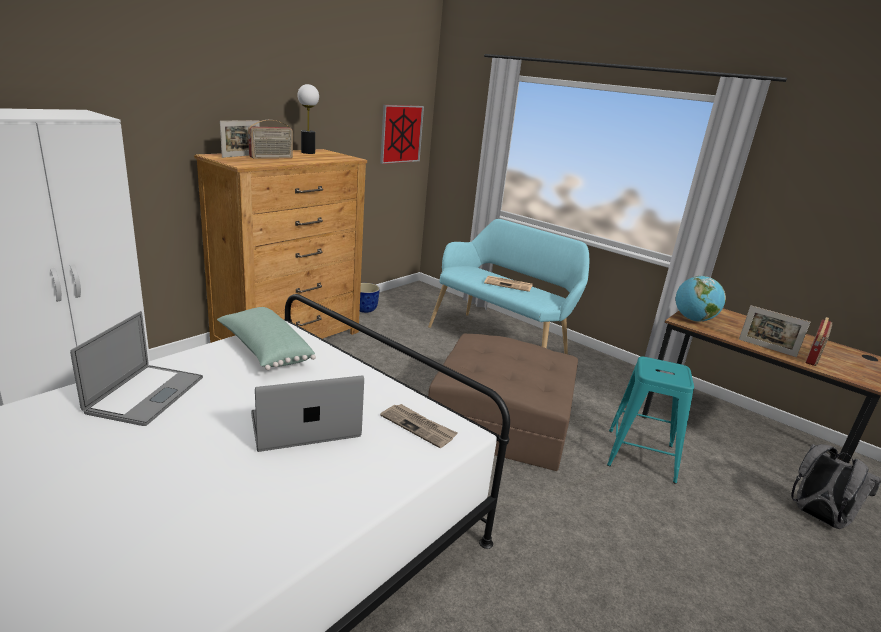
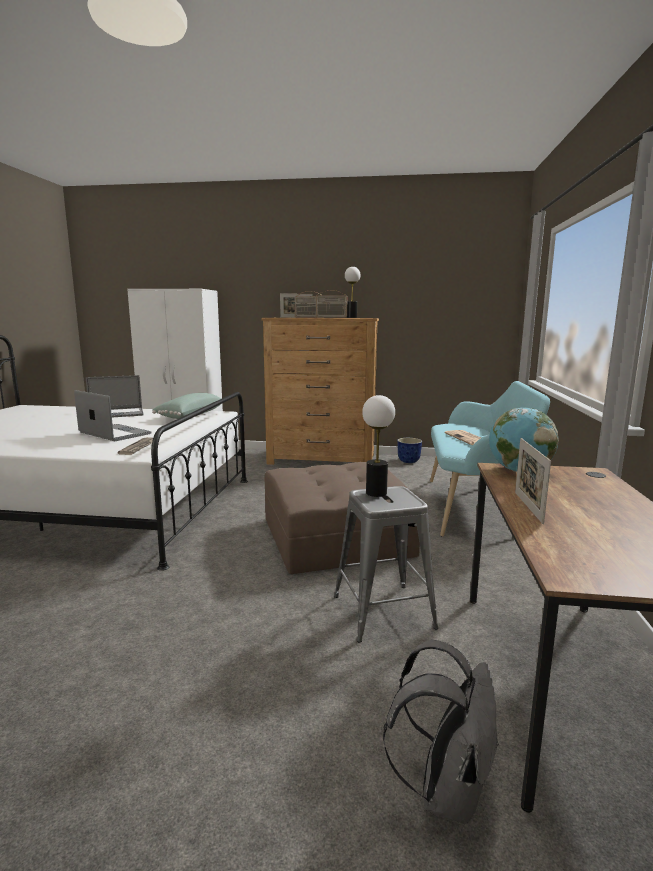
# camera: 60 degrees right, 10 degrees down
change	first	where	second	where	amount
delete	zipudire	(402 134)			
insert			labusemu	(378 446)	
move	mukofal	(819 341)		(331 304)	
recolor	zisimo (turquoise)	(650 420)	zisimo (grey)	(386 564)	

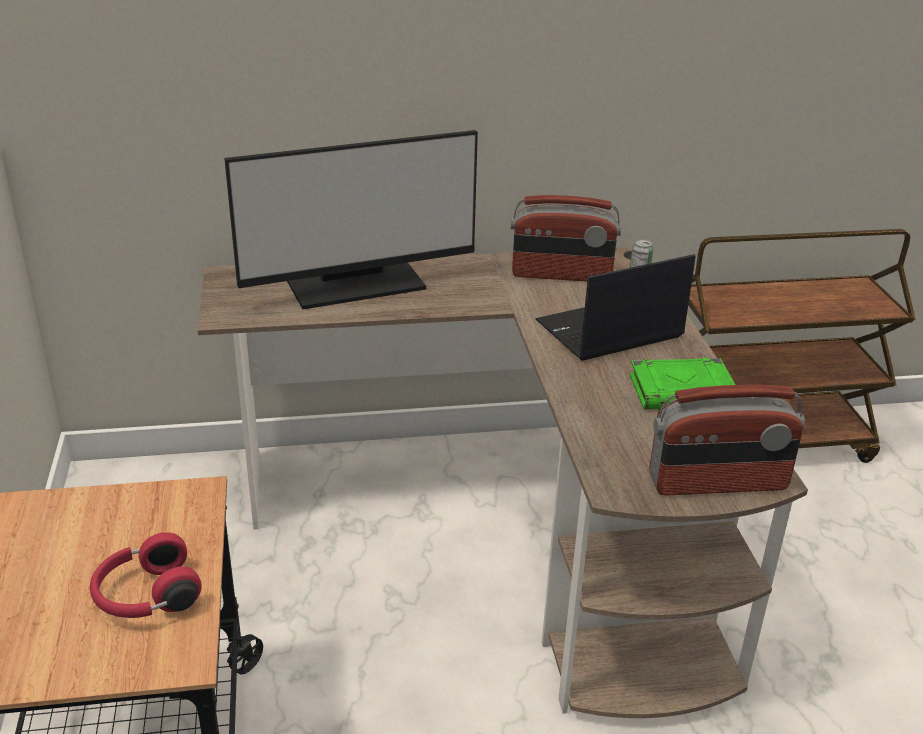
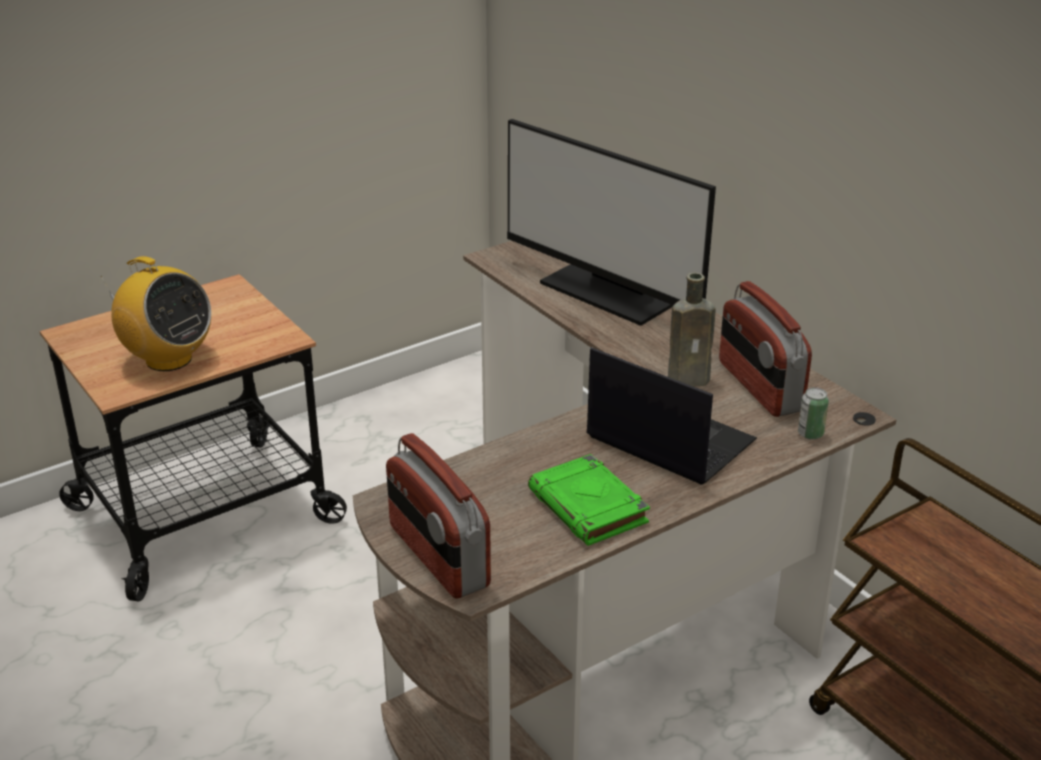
# camera: 65 degrees right, 0 degrees up
change	first	where	second	where	amount
insert			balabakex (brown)	(692 330)	
replace	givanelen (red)	(146 575)	mukofal	(155 313)	

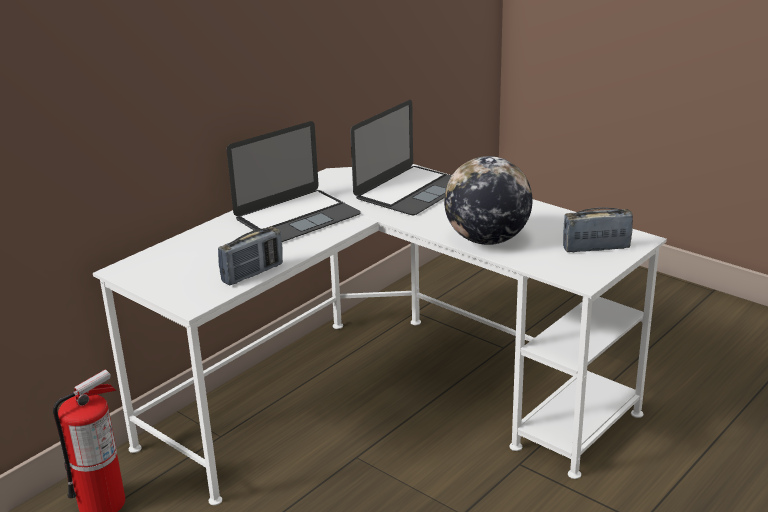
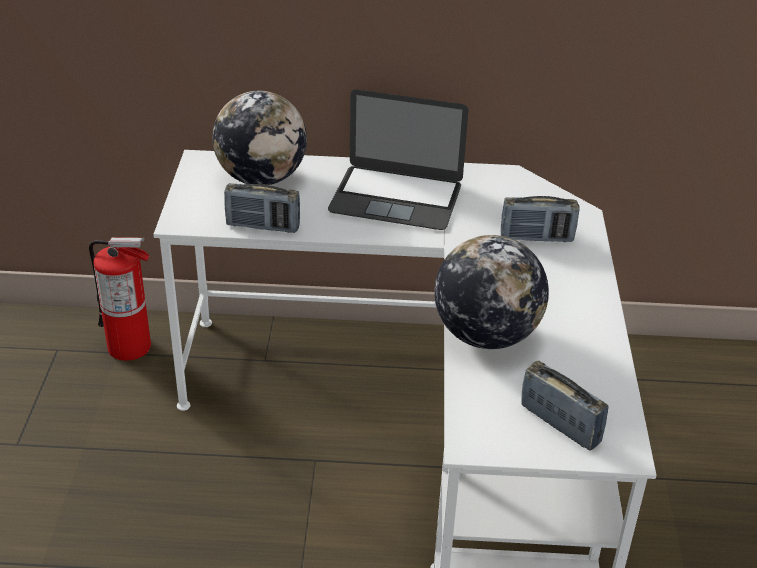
# camera: 50 degrees right, 10 degrees up
change	first	where	second	where	amount
insert			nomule	(259 138)	
replace	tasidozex	(401 158)	mukofal	(540 219)	

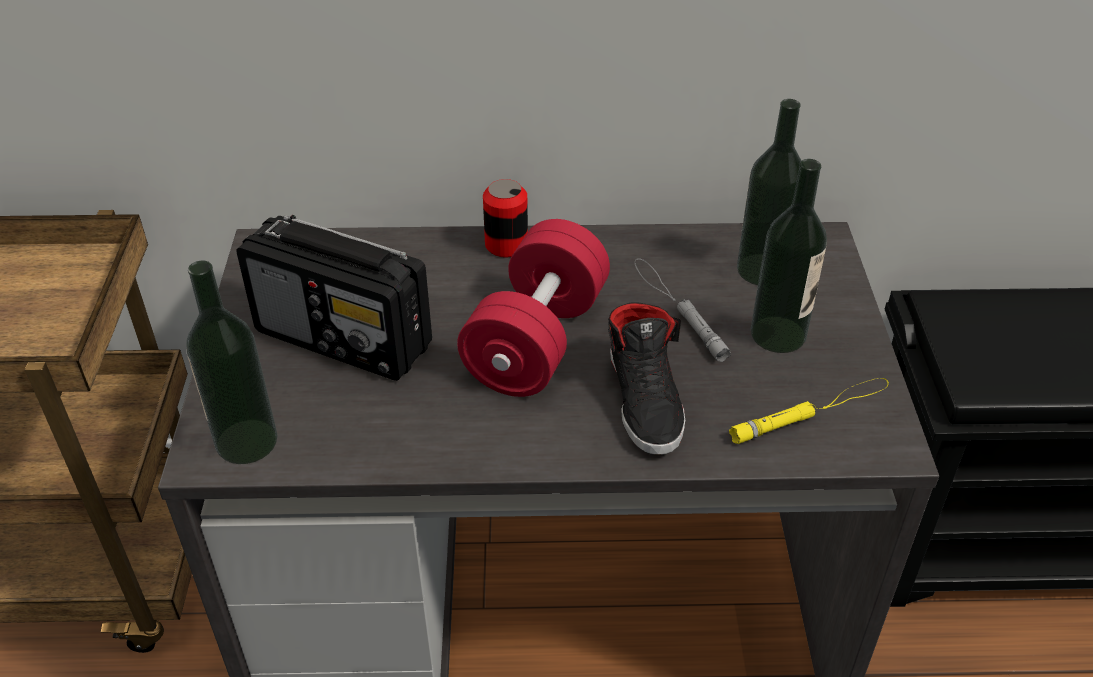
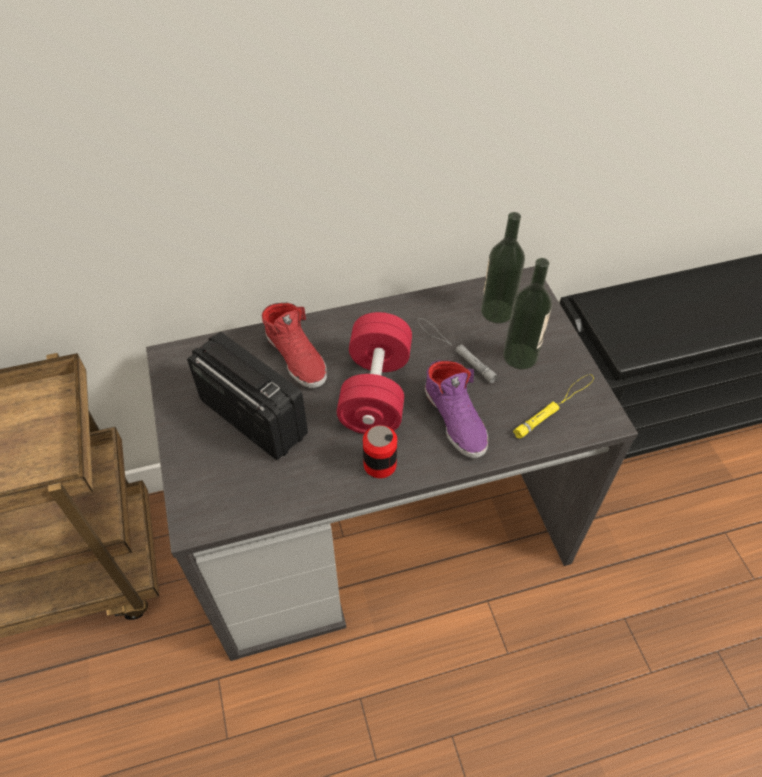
# camera: 15 degrees left, 10 degrees up
change	first	where	second	where	amount
delete	balabakex	(232 362)			
insert			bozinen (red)	(294 346)	
move	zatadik	(505 218)		(380 451)	
recolor	bozinen (black)	(646 378)	bozinen (purple)	(456 409)	
rotate	mukofal	(334 298)		(247 396)	150 degrees counterclockwise

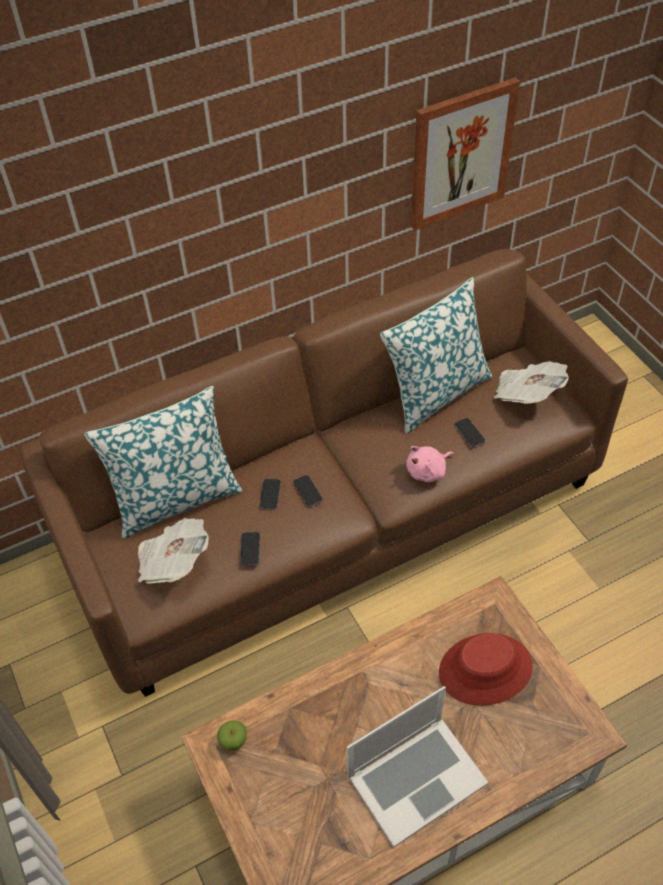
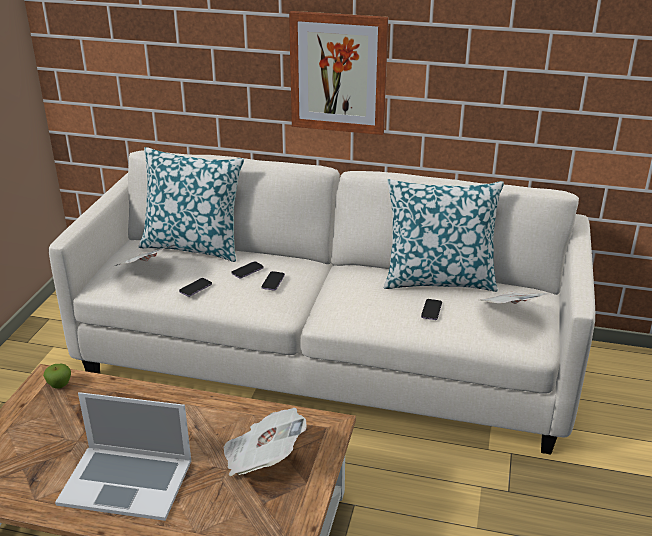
# camera: 40 degrees right, 20 degrees down
change	first	where	second	where	amount
delete	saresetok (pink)	(430 464)			
move	zipudire	(465 154)		(338 73)	
replace	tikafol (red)	(486 669)	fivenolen	(265 442)	
recolor	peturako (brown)	(324 473)	peturako (white)	(322 302)	

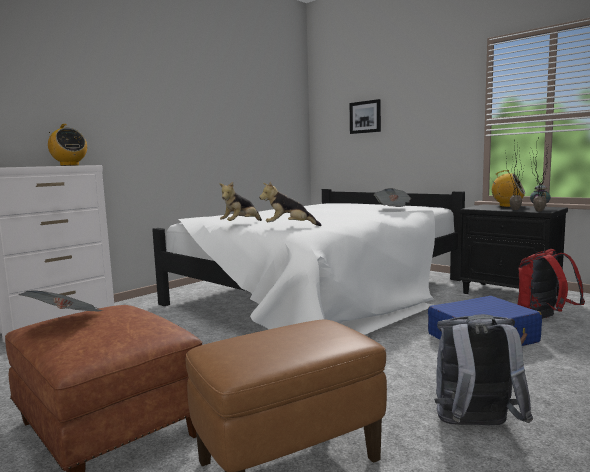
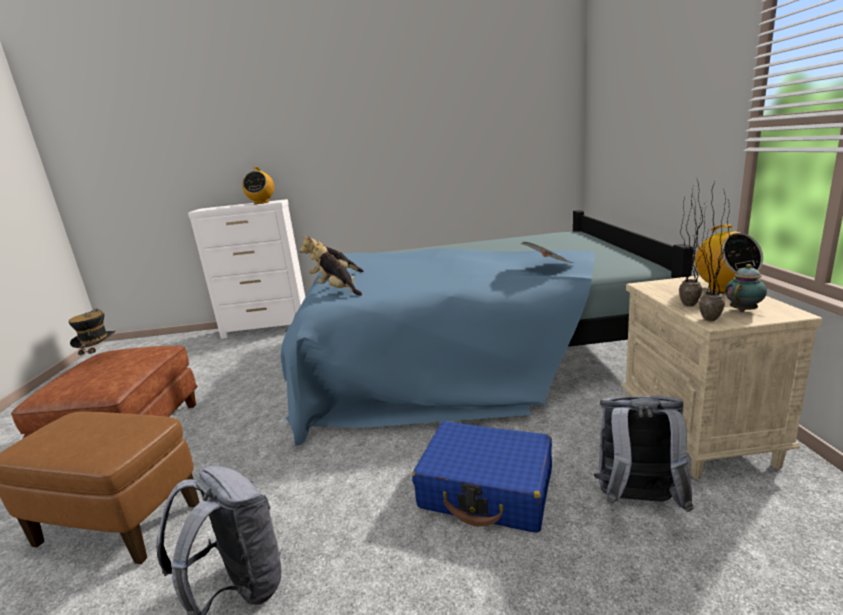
# camera: 45 degrees right, 10 degrees up
change	first	where	second	where	amount
delete	zipudire	(365 116)			
replace	fivenolen	(61 300)	tikafol	(92 336)	
recolor	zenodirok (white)	(308 262)	zenodirok (blue)	(487 328)	
recolor	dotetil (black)	(513 250)	dotetil (beige)	(721 377)	
recolor	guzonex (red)	(551 284)	guzonex (grey)	(644 454)	

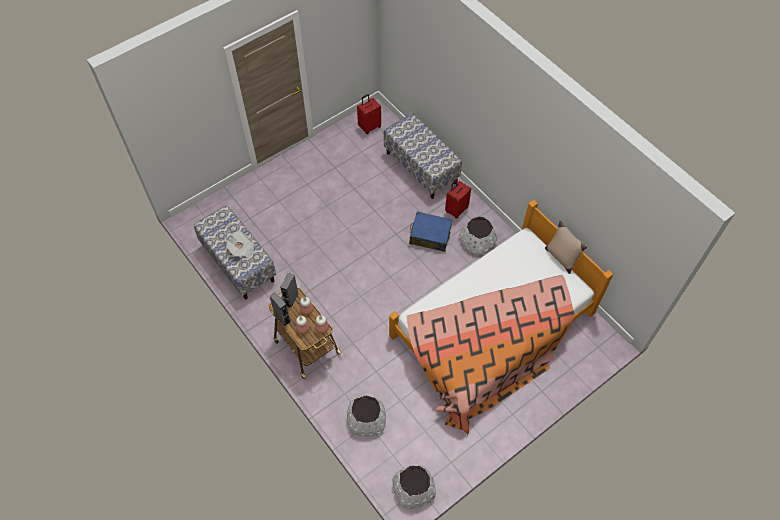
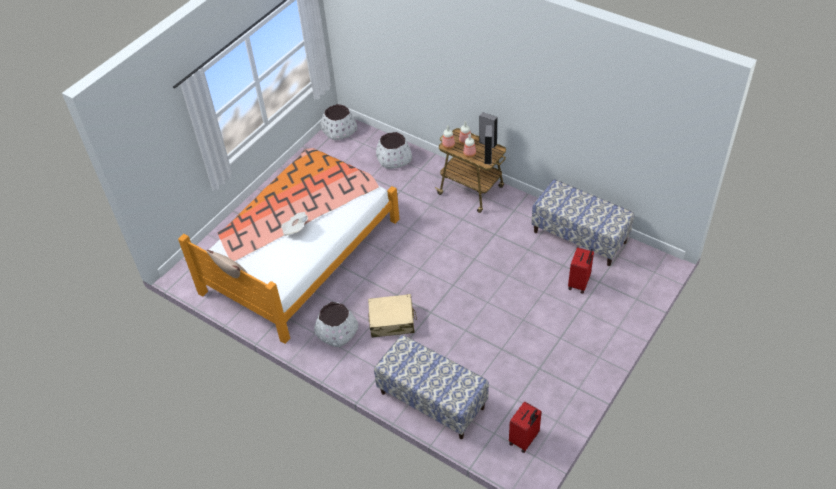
# camera: 165 degrees right, 10 degrees down
change	first	where	second	where	amount
move	fivenolen	(240 245)		(294 224)	
move	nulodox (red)	(458 199)		(581 270)	
recolor	nulodox (blue)	(430 232)	nulodox (beige)	(392 316)	

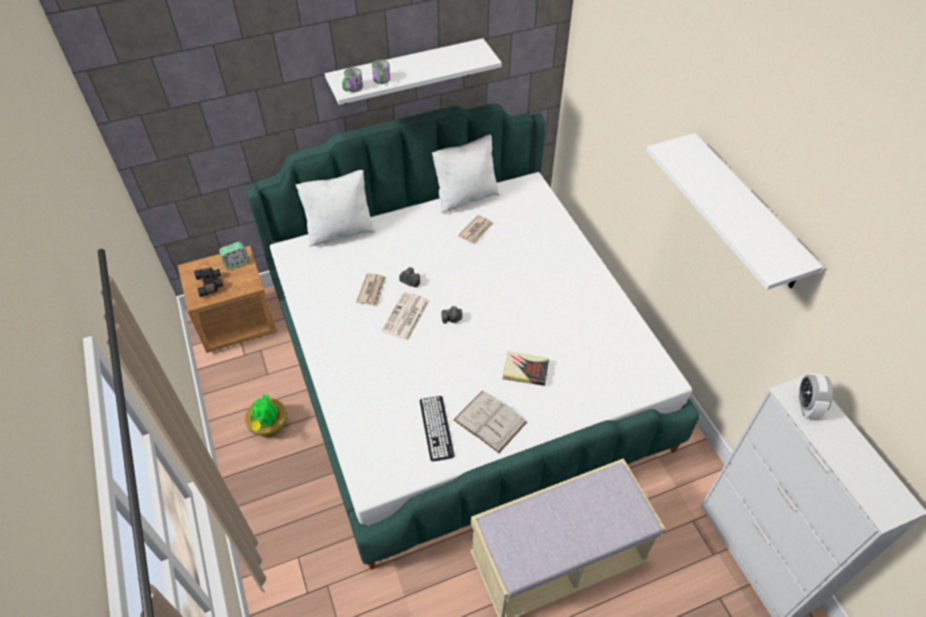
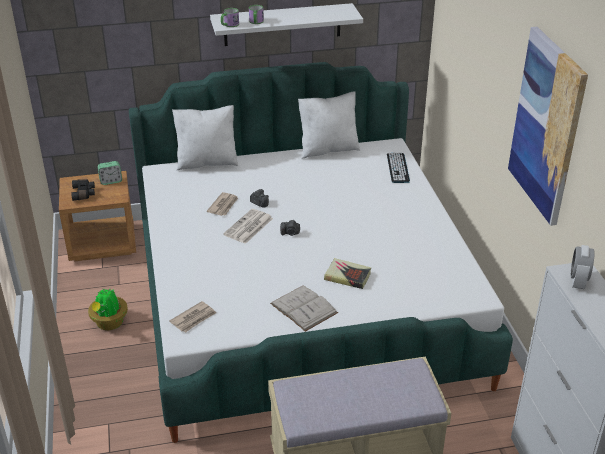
# camera: 10 degrees right, 15 degrees down
change	first	where	second	where	amount
move	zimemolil	(437 428)		(398 168)	
move	fivenolen	(475 229)		(192 317)	
replace	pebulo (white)	(734 211)	zipudire	(548 126)	

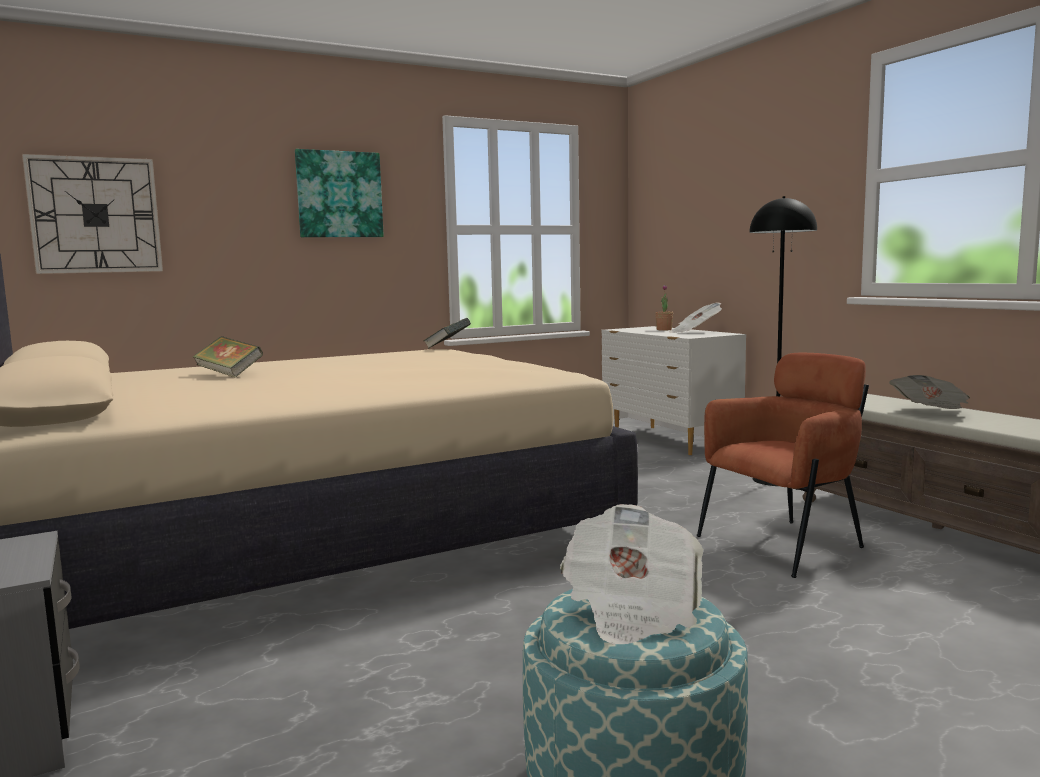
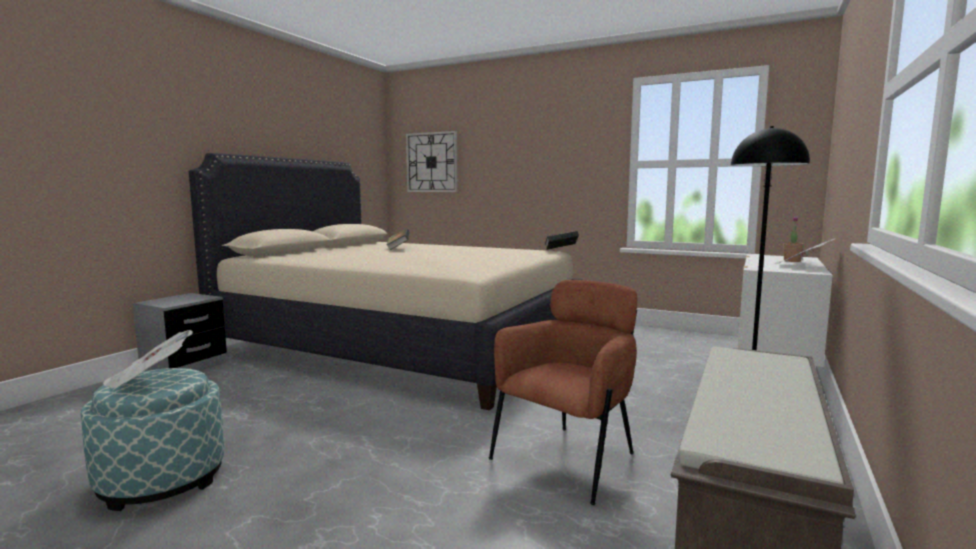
# camera: 55 degrees right, 0 degrees up
change	first	where	second	where	amount
delete	zipudire	(339 193)			
delete	fivenolen	(929 392)			
rotate	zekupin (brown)	(783 465)		(563 392)	75 degrees counterclockwise

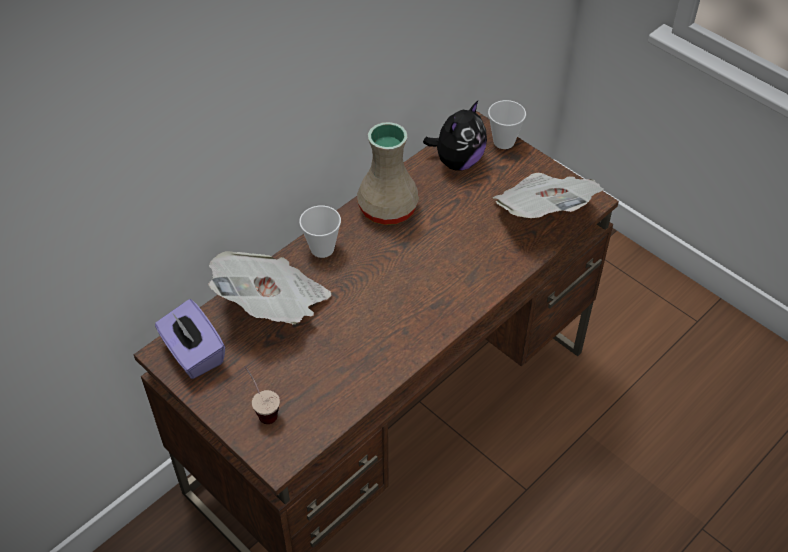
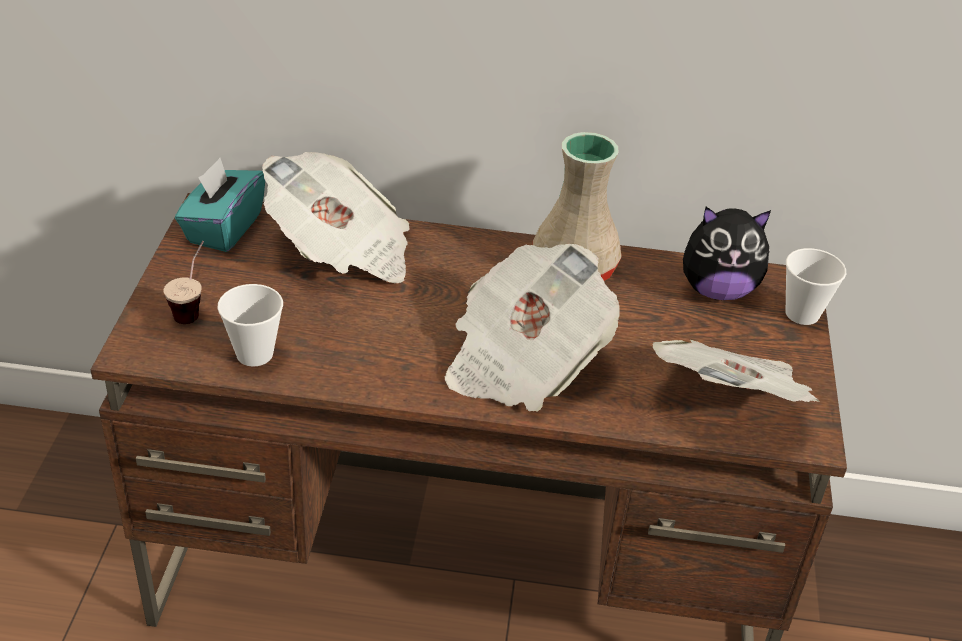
# camera: 50 degrees right, 10 degrees down
change	first	where	second	where	amount
insert			fivenolen	(532 327)	
move	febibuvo	(320 232)		(250 325)	
recolor	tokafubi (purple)	(190 339)	tokafubi (turquoise)	(220 205)	

